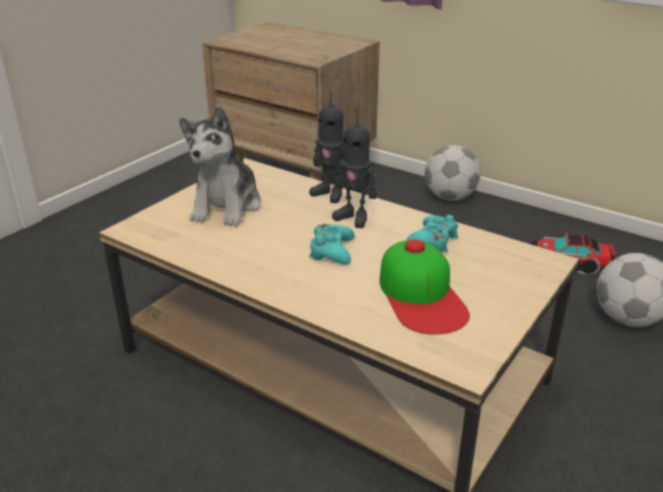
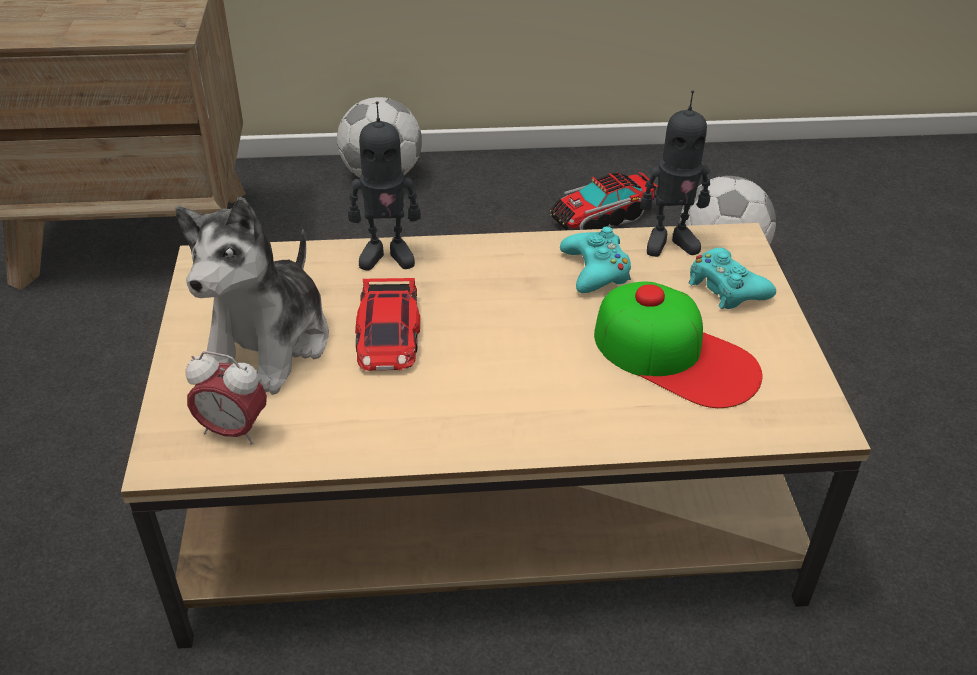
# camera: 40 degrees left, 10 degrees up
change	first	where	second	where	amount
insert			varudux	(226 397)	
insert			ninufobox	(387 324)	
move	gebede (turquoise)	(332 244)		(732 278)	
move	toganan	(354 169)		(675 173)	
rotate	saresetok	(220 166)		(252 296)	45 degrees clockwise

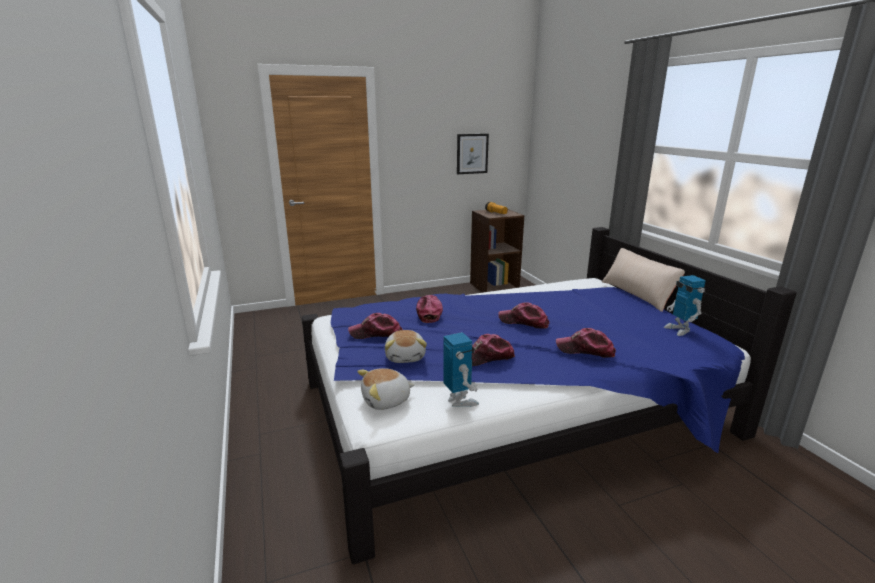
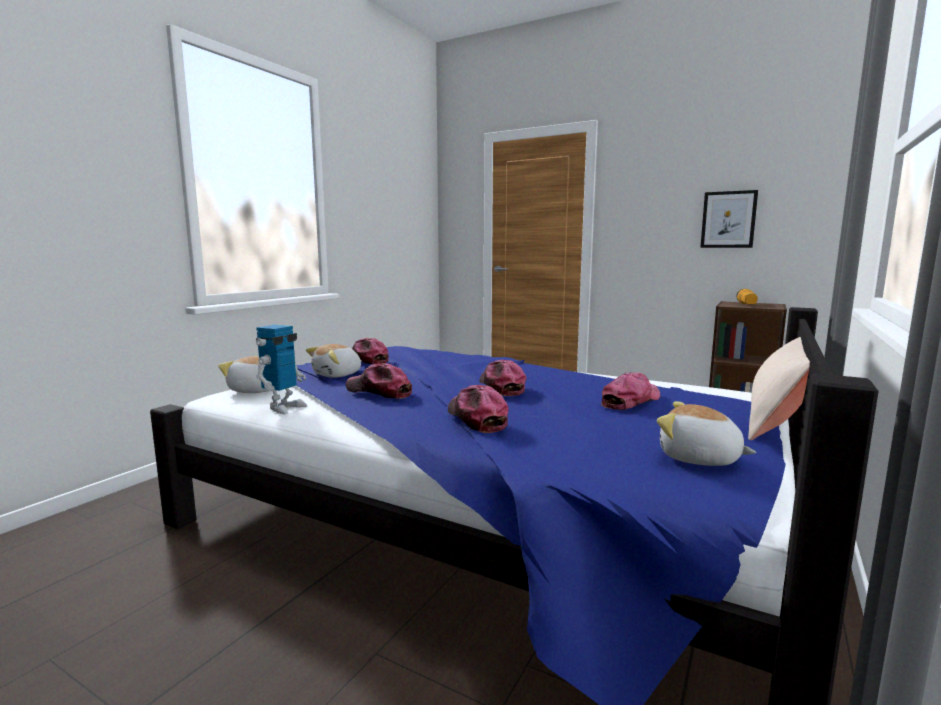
# camera: 50 degrees right, 10 degrees down
change	first	where	second	where	amount
move	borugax	(429 309)		(630 391)	
replace	toganan	(685 305)	saresetok	(706 433)	

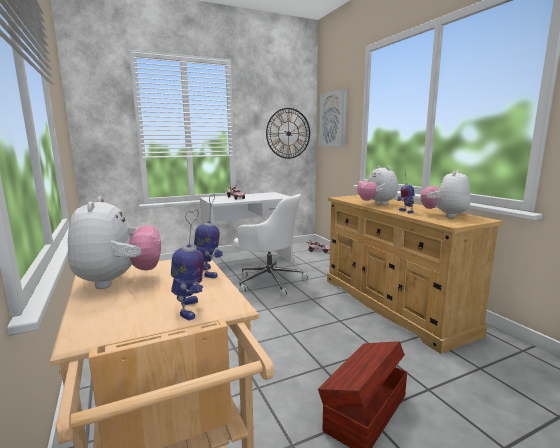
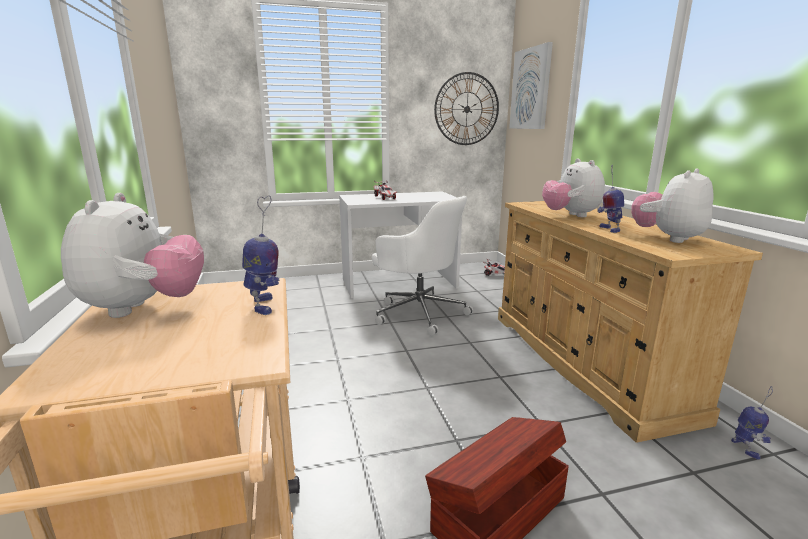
# camera: 10 degrees right, 5 degrees up
change	first	where	second	where	amount
move	toganan	(187 265)		(752 423)	

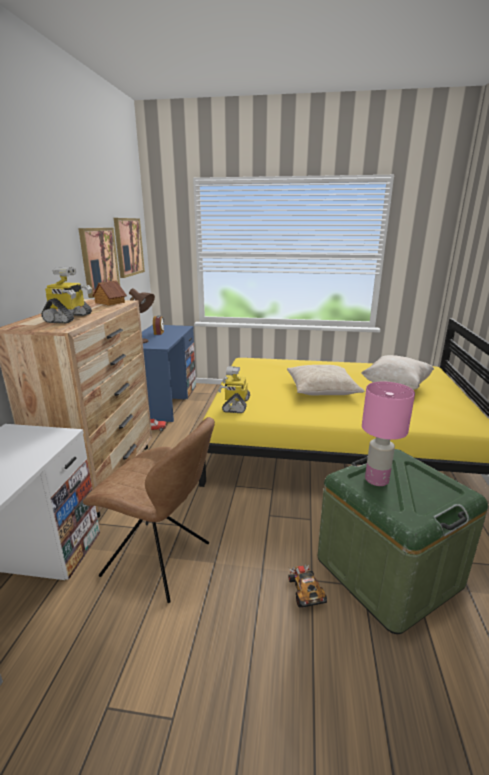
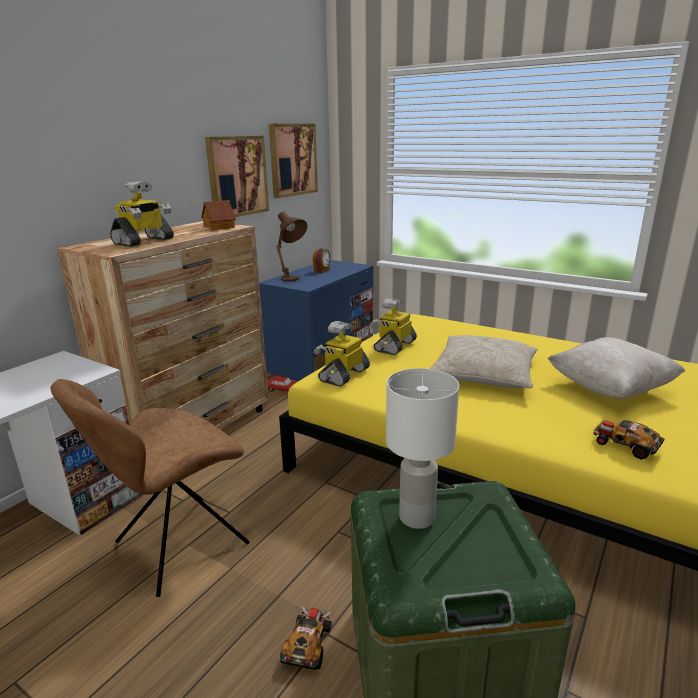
# camera: 25 degrees right, 0 degrees up
change	first	where	second	where	amount
insert			toganan	(393 326)	
insert			ninufobox	(629 439)	
recolor	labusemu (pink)	(388 434)	labusemu (white)	(422 448)	
rotate	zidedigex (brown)	(149 510)		(149 488)	90 degrees clockwise

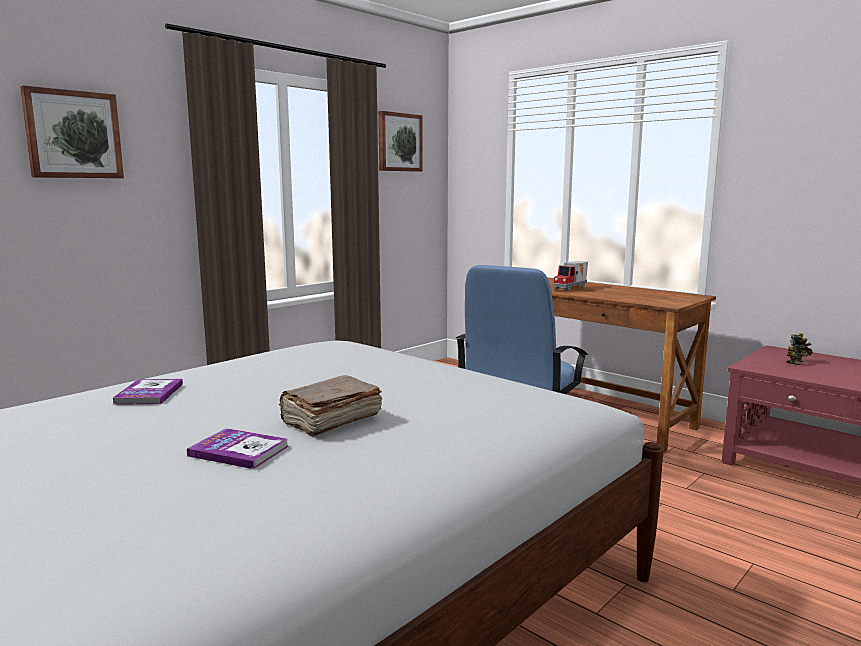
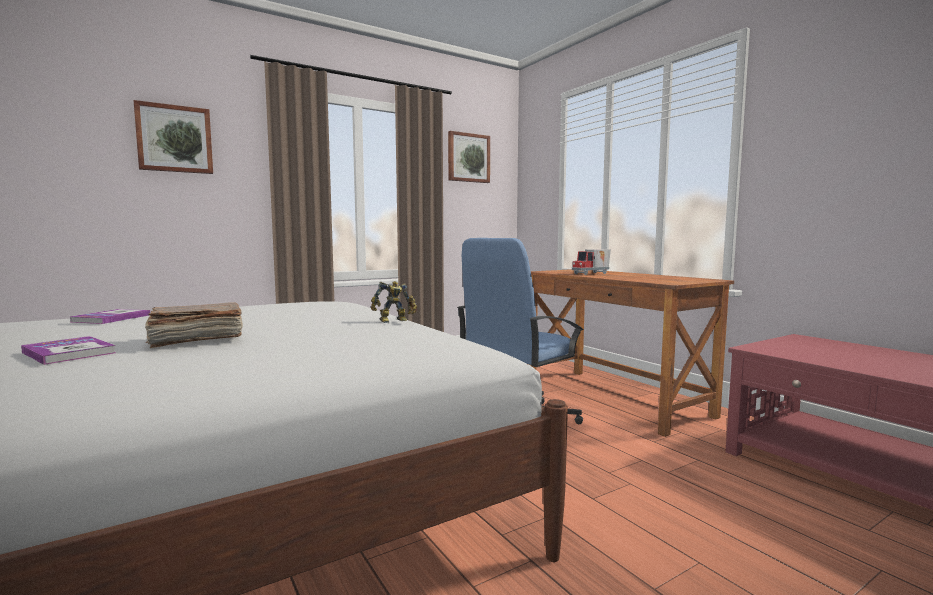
# camera: 15 degrees right, 5 degrees down
change	first	where	second	where	amount
move	toganan	(800 349)		(394 302)	

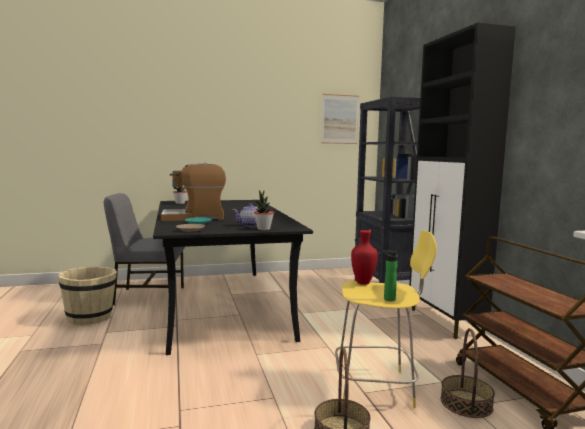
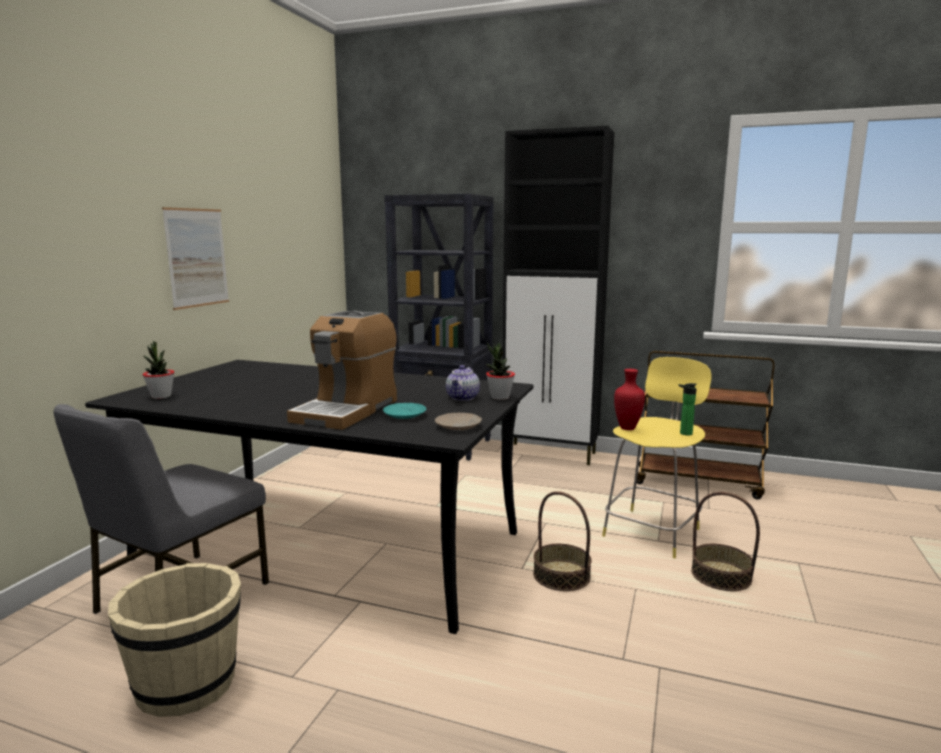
# camera: 55 degrees left, 5 degrees up
change	first	where	second	where	amount
move	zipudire	(340 119)		(195 258)	
move	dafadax	(468 373)		(562 541)	

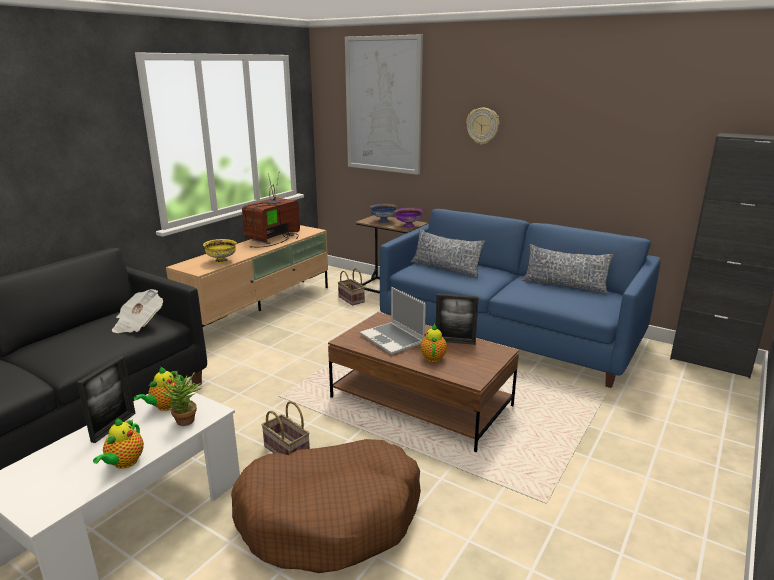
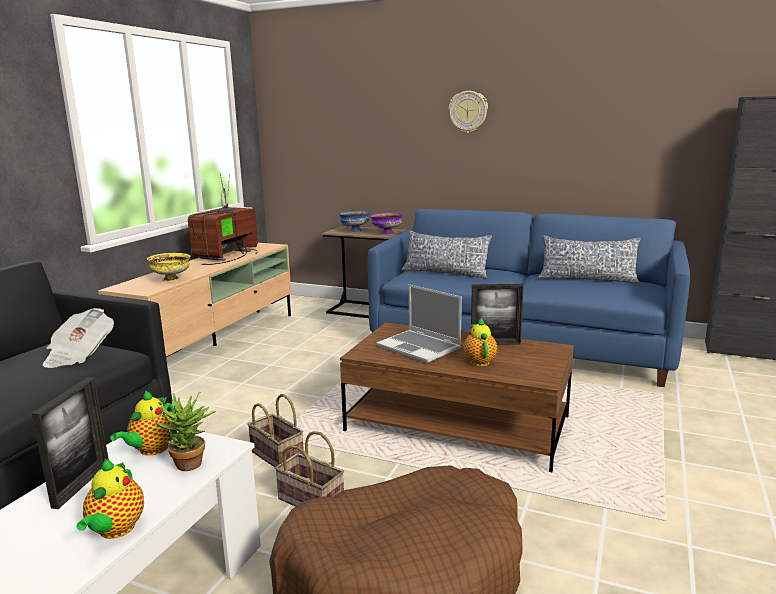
# camera: 10 degrees left, 5 degrees down
change	first	where	second	where	amount
delete	zipudire	(384 104)			
move	dafadax	(351 287)		(275 430)	

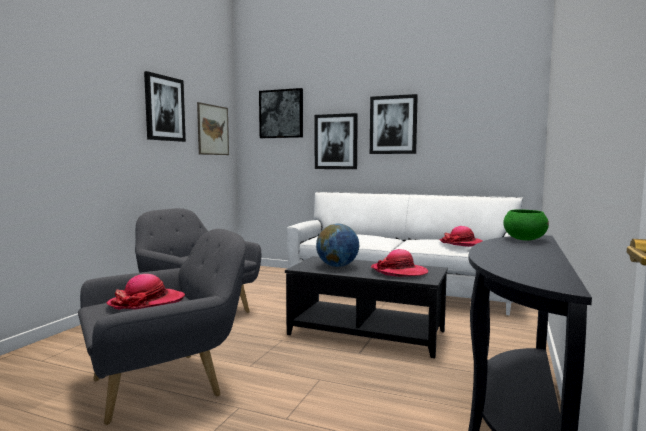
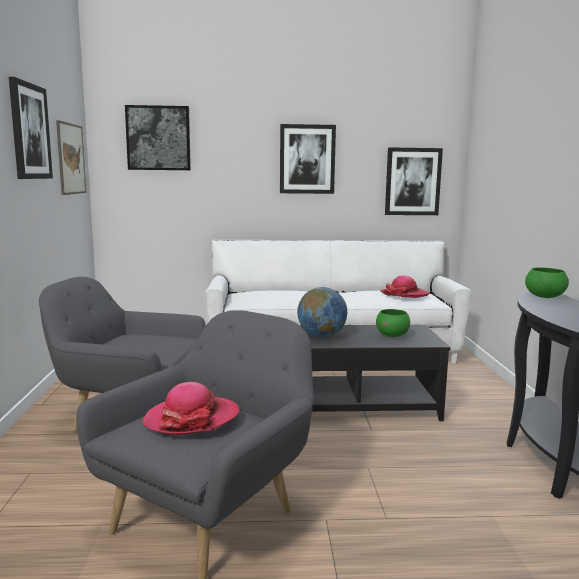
# camera: 25 degrees left, 5 degrees up
change	first	where	second	where	amount
move	zipudire	(336 141)		(414 181)	
replace	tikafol	(399 263)	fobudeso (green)	(393 323)	

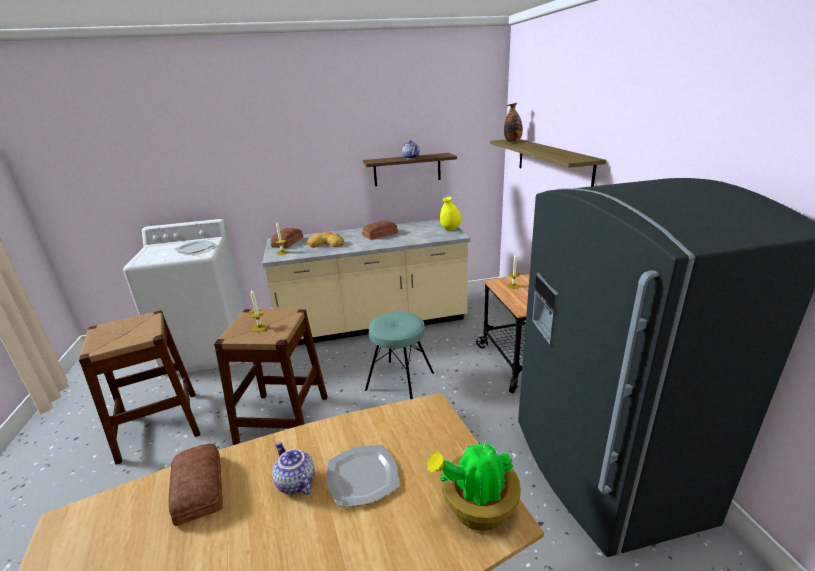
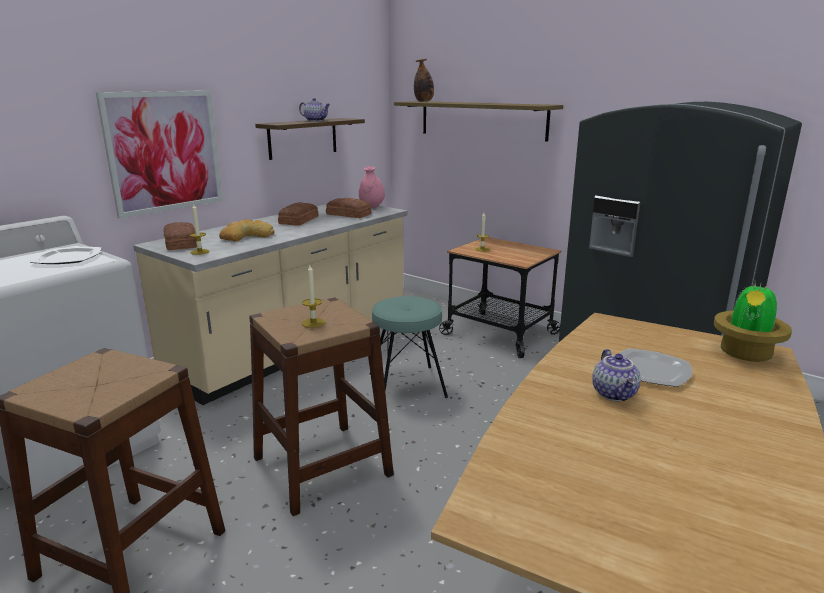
# camera: 40 degrees left, 5 degrees down
change	first	where	second	where	amount
insert			zipudire	(159 155)	
move	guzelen	(196 485)		(349 208)	
recolor	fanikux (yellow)	(451 214)	fanikux (pink)	(372 187)	
rotate	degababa	(293 468)		(616 375)	105 degrees counterclockwise

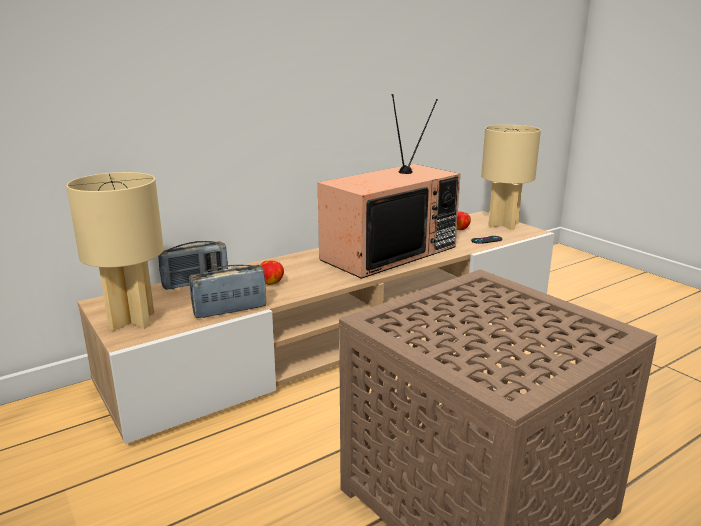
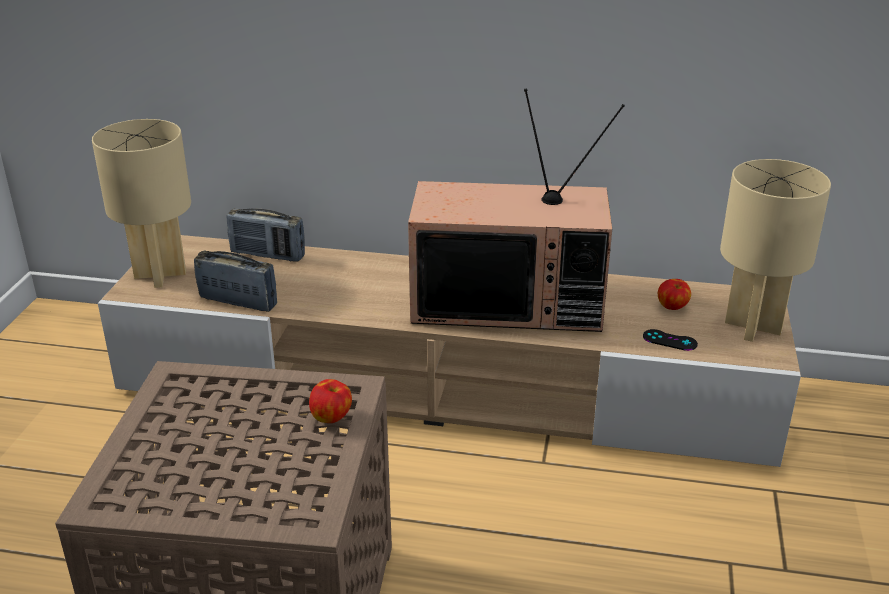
# camera: 45 degrees right, 10 degrees up
change	first	where	second	where	amount
move	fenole	(272 272)		(330 401)	

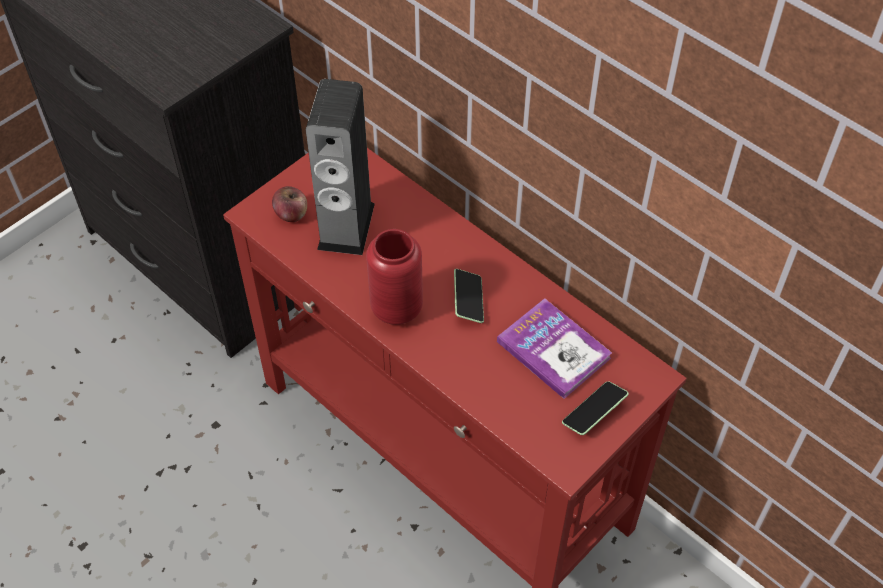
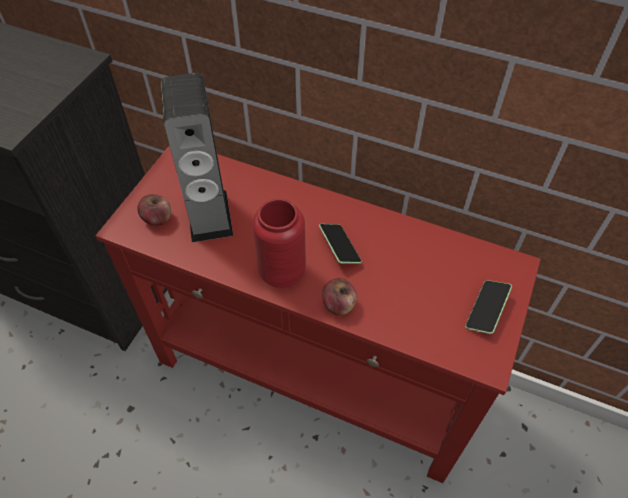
# camera: 20 degrees left, 0 degrees up
change	first	where	second	where	amount
delete	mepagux	(554 348)			
insert			fenole	(339 296)	

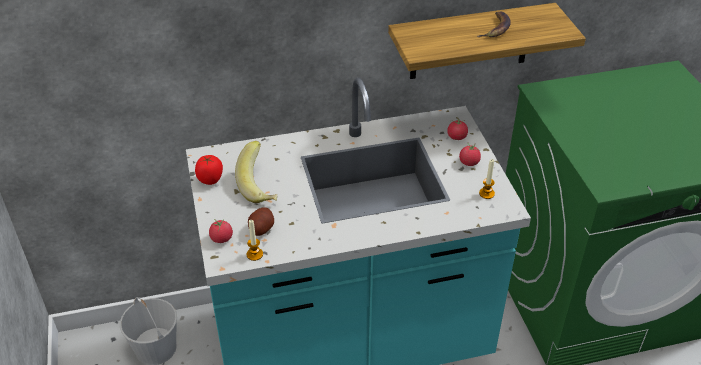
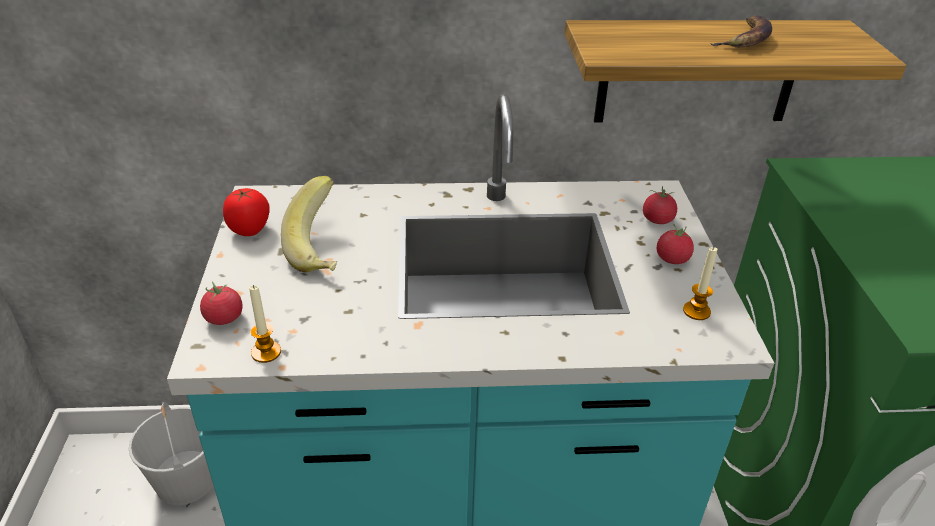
# camera: 10 degrees right, 5 degrees down
change	first	where	second	where	amount
delete	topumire	(261 221)			

